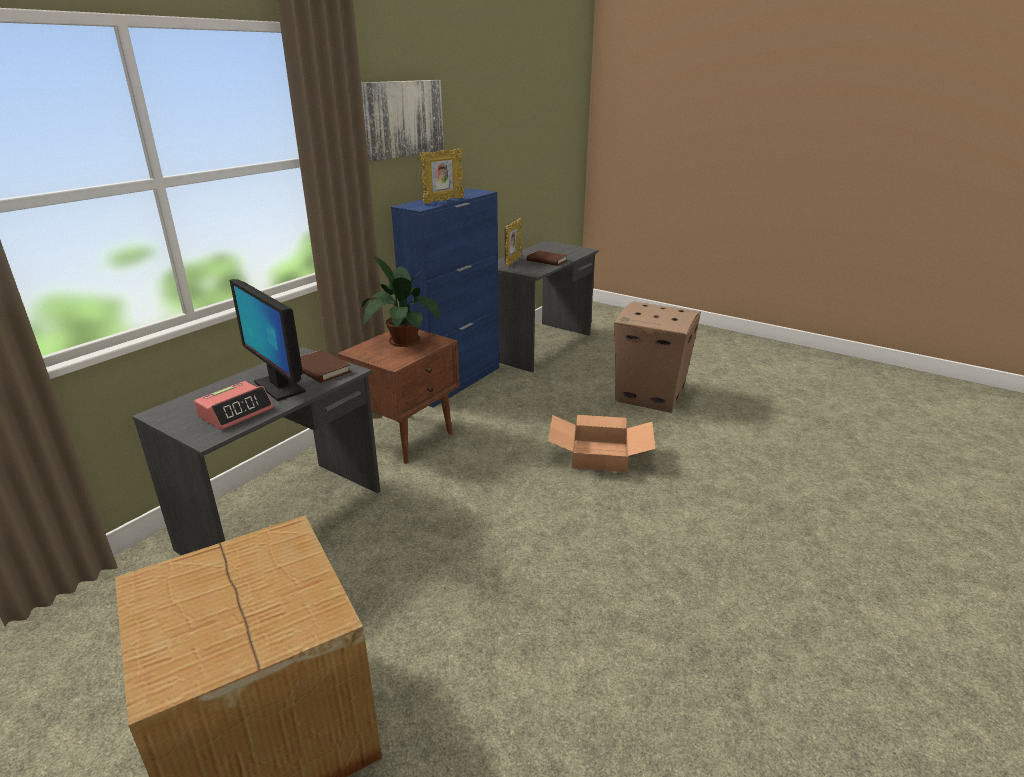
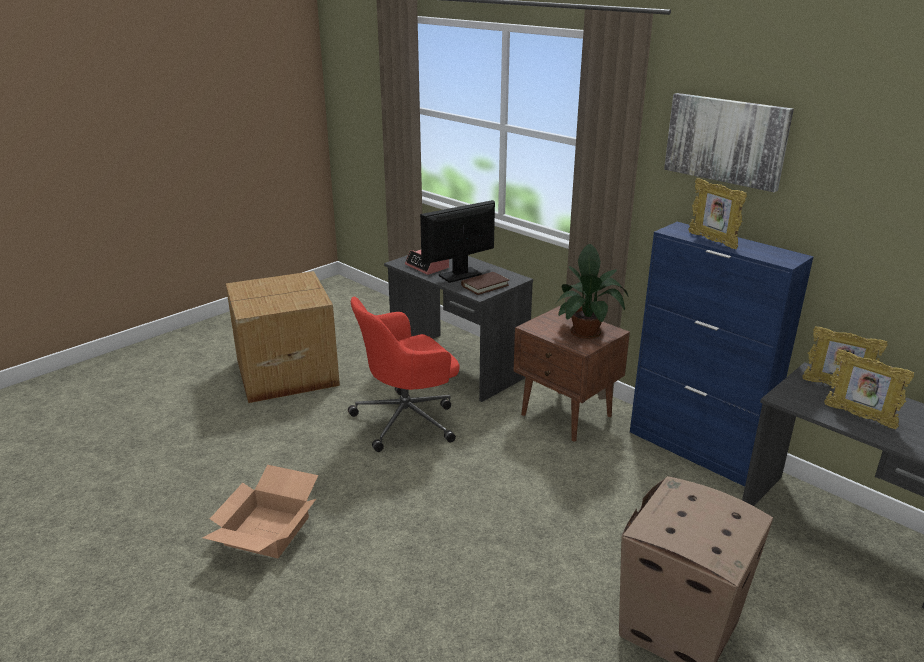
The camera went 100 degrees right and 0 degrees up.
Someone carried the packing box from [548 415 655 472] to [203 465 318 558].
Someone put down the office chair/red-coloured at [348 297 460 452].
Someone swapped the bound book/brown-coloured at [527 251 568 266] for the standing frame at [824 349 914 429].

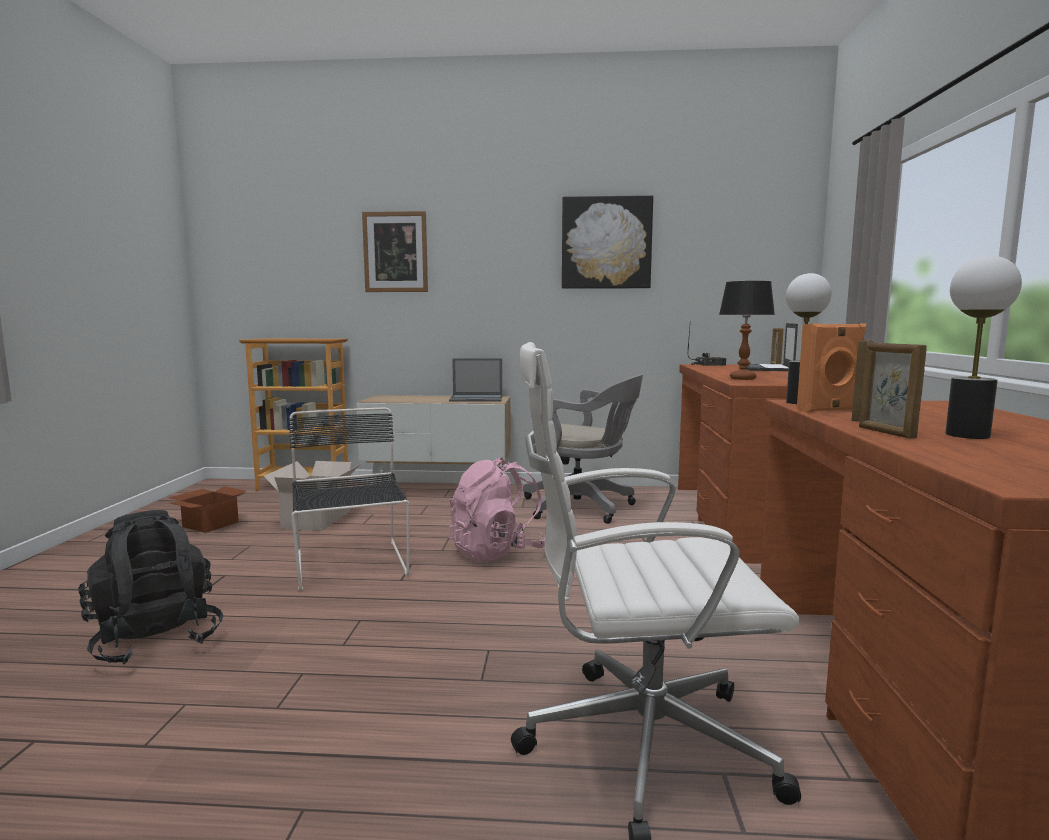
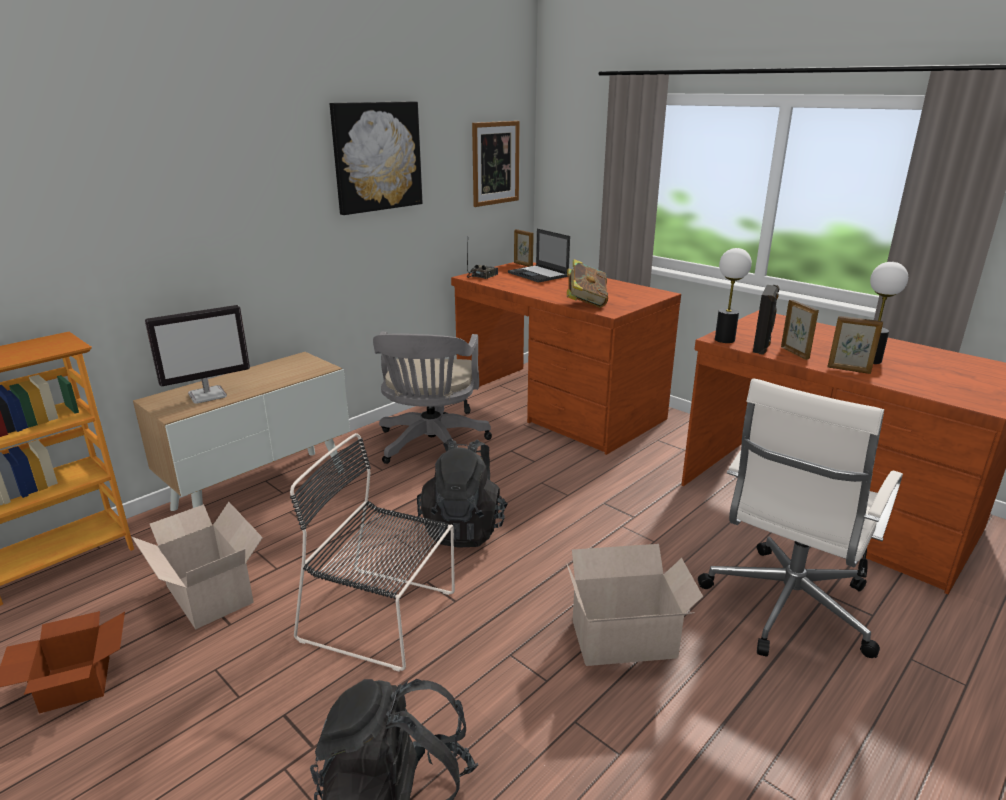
The camera went 50 degrees left and 15 degrees up.
Someone put down the computer screen at [145 305 250 404].
Someone rotated the office chair/gray at [523 374 643 524] by 120 degrees clockwise.
Someone repainted the knapsack/pink at [449 457 545 562], which became the knapsack/black-coloured at [417 438 508 548].
Someone carried the wall picture from [362 211 428 292] to [472 121 520 207].
Someone put down the packing box at [566 544 703 666].
Someone swapped the tabletop lamp at [719 281 775 380] for the bound book at [567 259 608 308].
Someone repainted the speaker/orangey at [797 323 866 412], which became the speaker/black-coloured at [753 285 779 355].
Someone took away the notebook computer at [449 358 502 402].

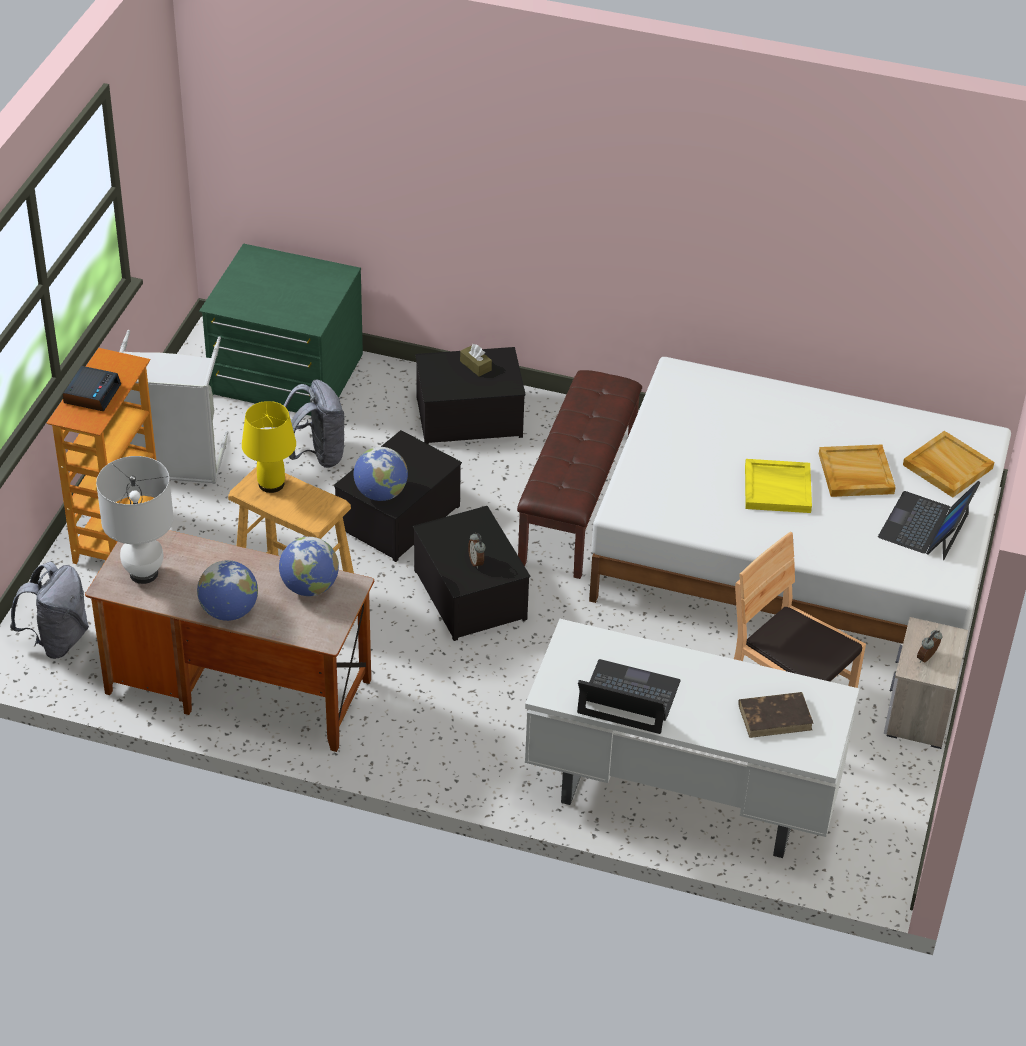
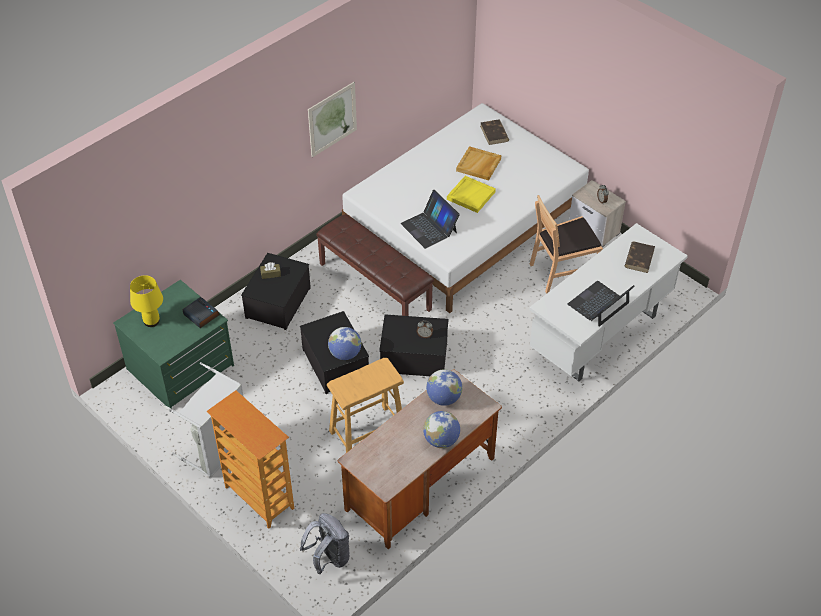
The camera went 60 degrees left and 5 degrees up.
Someone carried the tabletop lamp/yellowish from [242 401 296 493] to [130 275 163 327].
Someone carried the bedside clock from [62 366 121 411] to [183 297 220 328].
Someone put up the wall picture at [308 82 357 157].
Someone carried the notebook computer from [878 481 981 560] to [401 190 460 249].
Someone swapped the carrying tray/beige at [903 431 994 497] for the bound book/brown-coloured at [480 119 509 145].
Someone took away the tabletop lamp/white at [96 456 174 584].
Someone took away the knapsack/gray at [284 380 345 468].

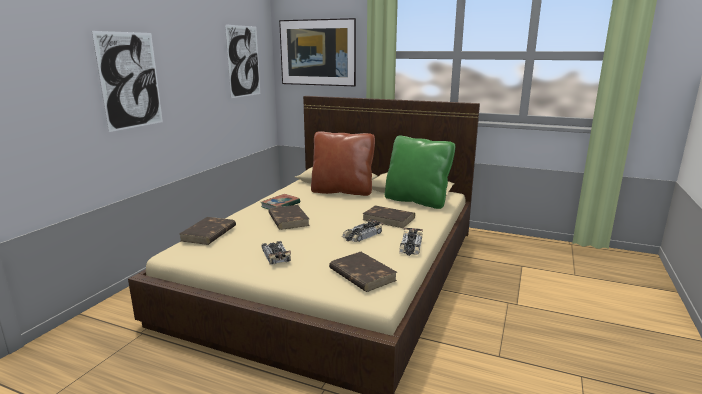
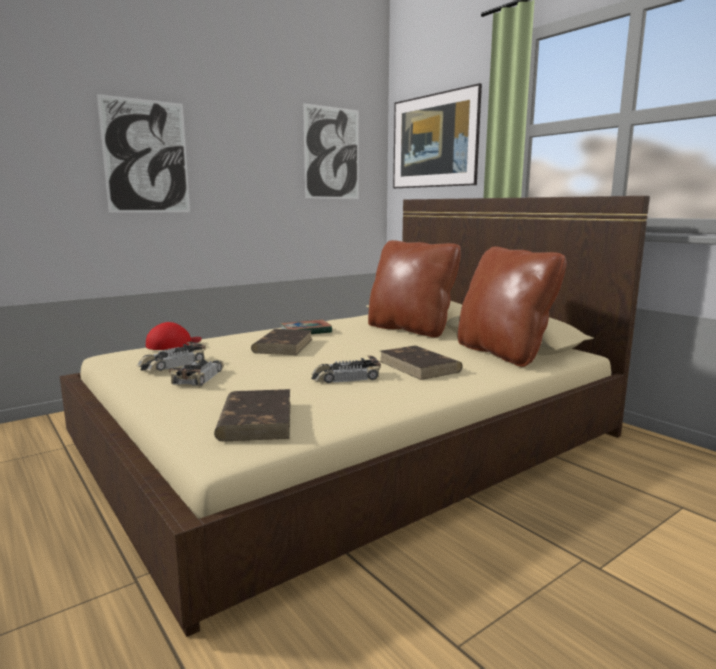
The camera went 30 degrees right and 5 degrees down.
Someone carried the model car from [399 228 423 256] to [136 341 206 371].
Someone swapped the bound book/brown-coloured at [179 217 236 245] for the cap/red-coloured at [146 322 202 350].
Someone repainted the throw pillow/greenish at [385 136 455 209], which became the throw pillow/brown-coloured at [457 246 567 367].

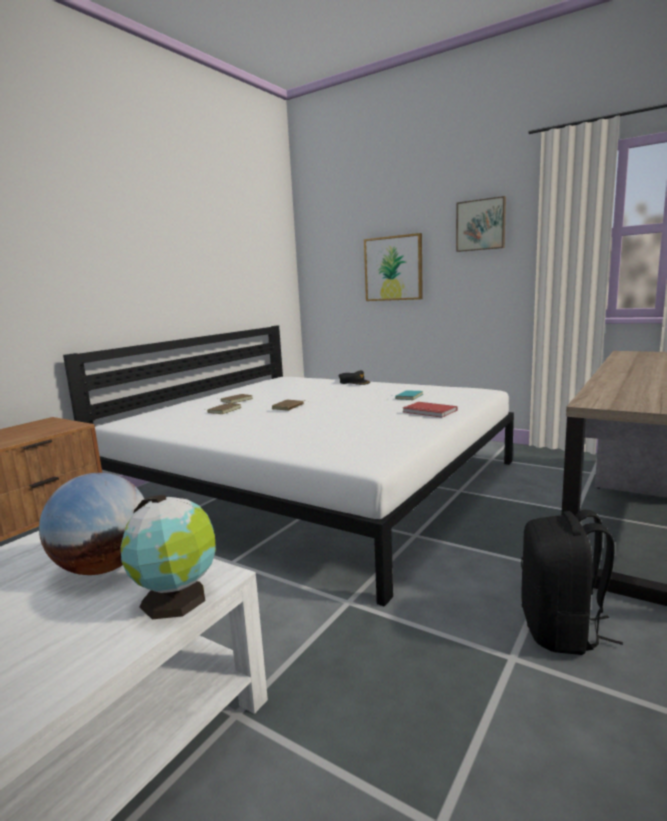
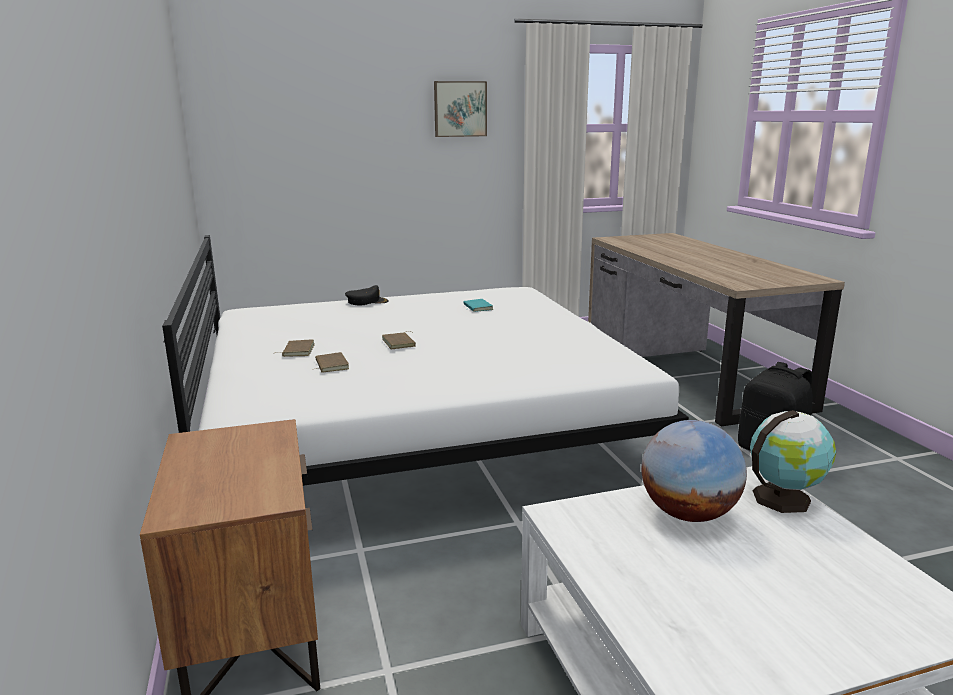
The camera went 50 degrees left and 5 degrees up.
Someone took away the wall picture at [364 233 423 301].
Someone took away the bound book/red-coloured at [403 402 458 418].

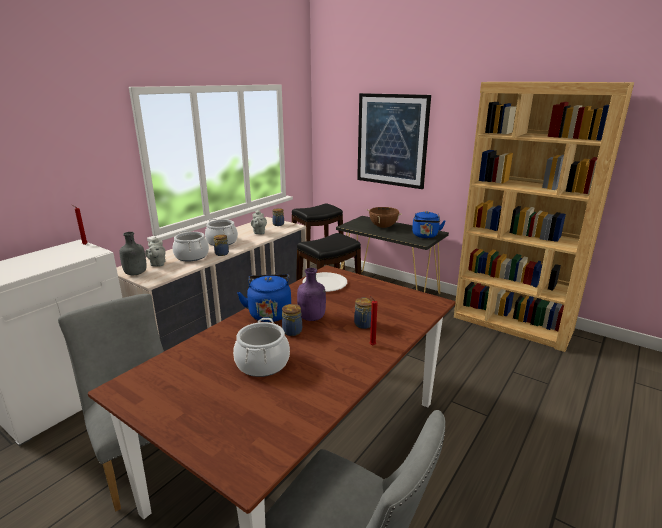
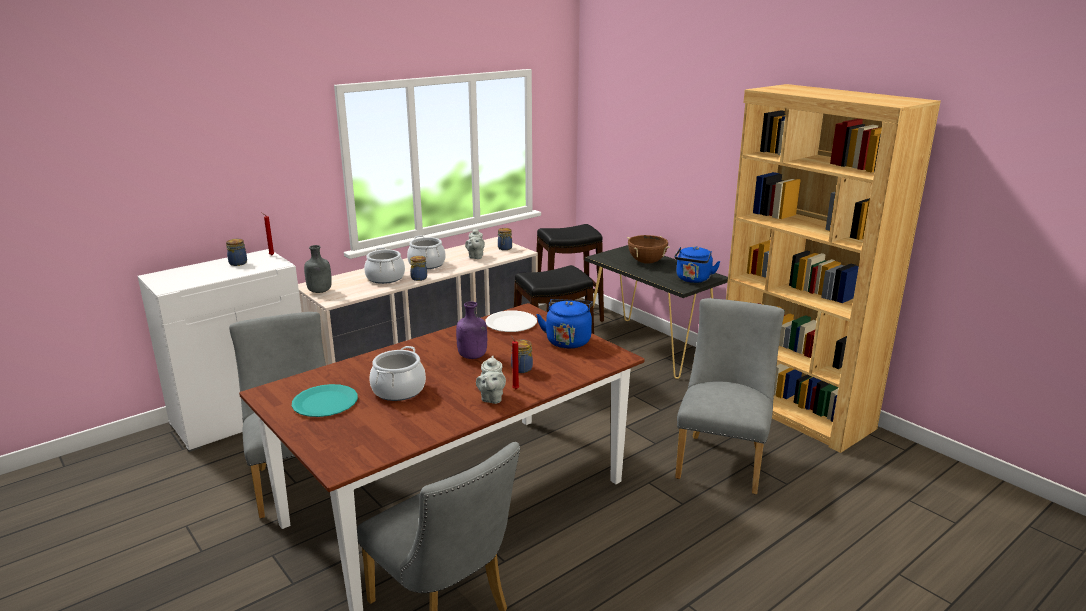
The camera went 15 degrees right and 0 degrees up.
Someone carried the storage jar from [282 304 302 336] to [226 239 247 266].
Someone put down the plate/turquoise-coloured at [292 384 358 417].
Someone carried the teapot/gray from [145 236 166 267] to [476 356 506 404].
Someone carried the kettle/blue-coloured from [237 274 291 322] to [536 299 593 349].
Someone put down the chair/gray at [675 298 785 494].
Someone took away the wall picture at [357 93 431 189].

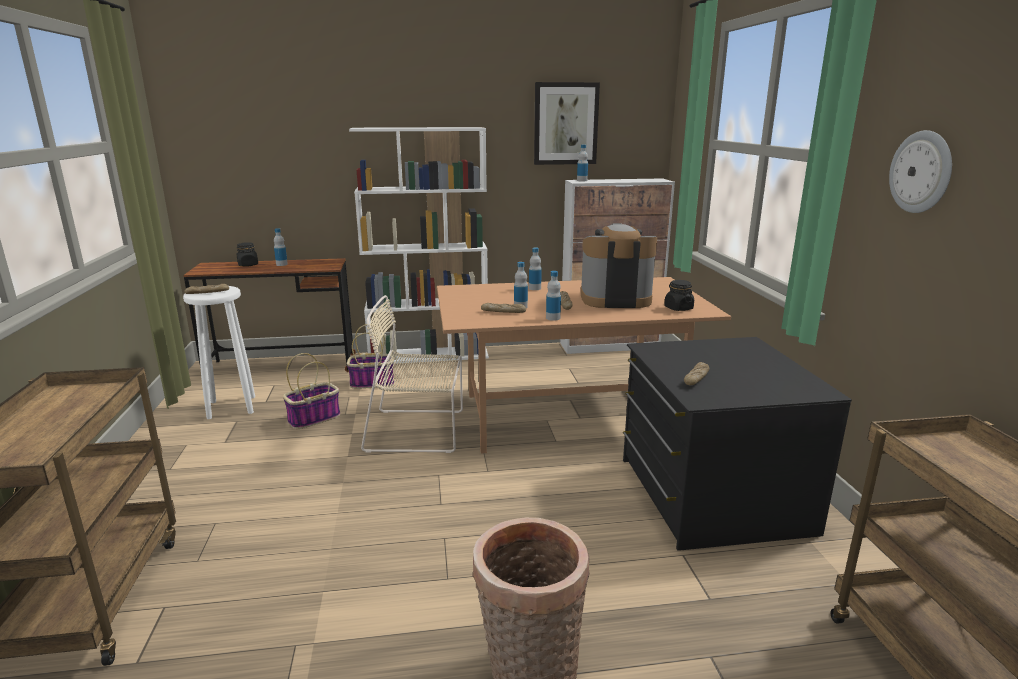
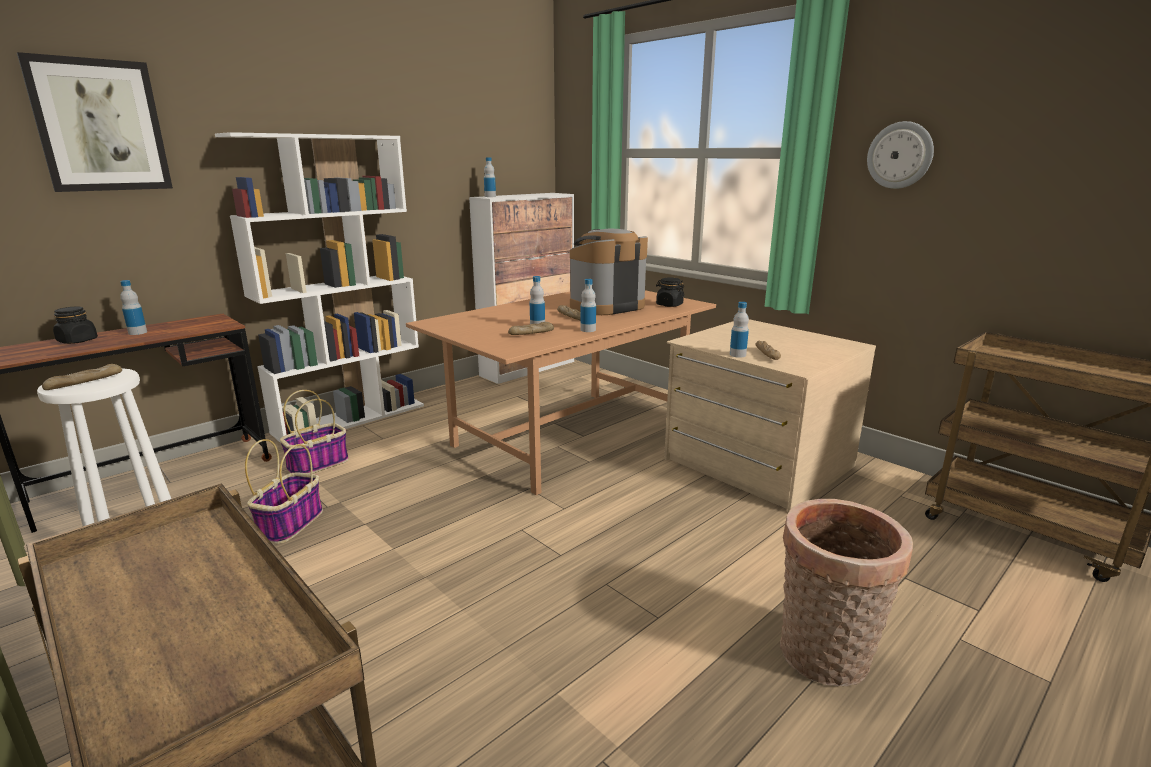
The camera went 35 degrees left and 0 degrees up.
Someone carried the wall picture from [534 82 600 165] to [17 52 173 192].
Someone repainted the chest of drawers/black-coloured at [623 337 852 551], which became the chest of drawers/beige at [664 319 876 512].
Someone carried the drink bottle from [529 247 542 290] to [730 302 749 358].
Someone took away the chair/beige at [361 295 463 453].

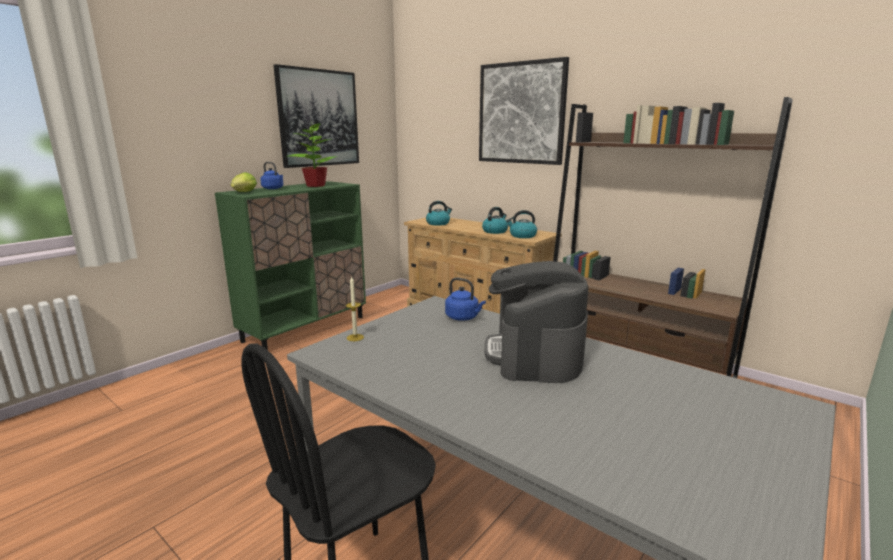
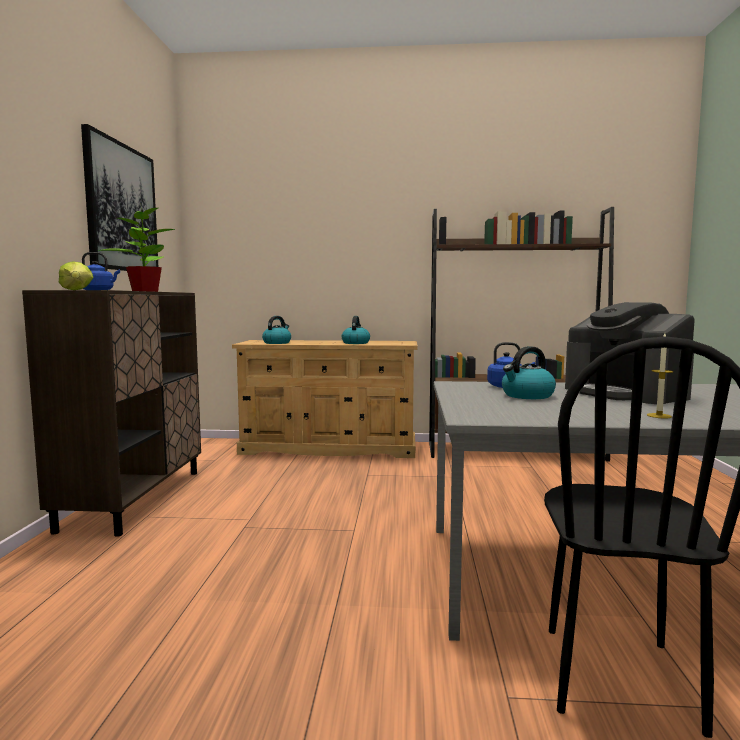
The camera went 35 degrees left and 10 degrees down.
Someone repainted the cabinet/greenish at [215 181 366 350], which became the cabinet/brown-coloured at [22 290 201 537].
Someone carried the kettle from [506 210 537 238] to [502 346 556 399].
Someone carried the wax light from [346 276 364 341] to [647 333 673 419].
Someone took away the wall picture at [479 57 569 165].

